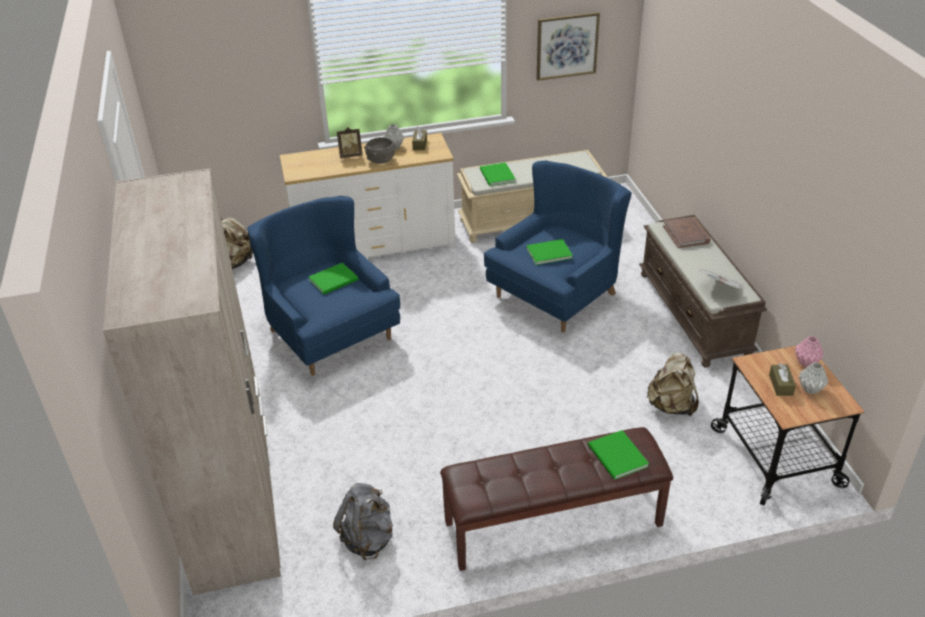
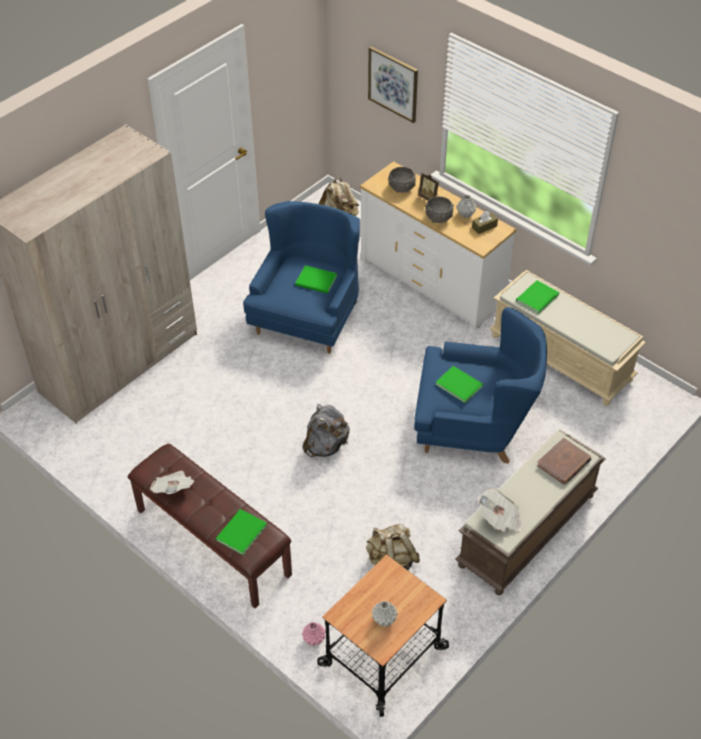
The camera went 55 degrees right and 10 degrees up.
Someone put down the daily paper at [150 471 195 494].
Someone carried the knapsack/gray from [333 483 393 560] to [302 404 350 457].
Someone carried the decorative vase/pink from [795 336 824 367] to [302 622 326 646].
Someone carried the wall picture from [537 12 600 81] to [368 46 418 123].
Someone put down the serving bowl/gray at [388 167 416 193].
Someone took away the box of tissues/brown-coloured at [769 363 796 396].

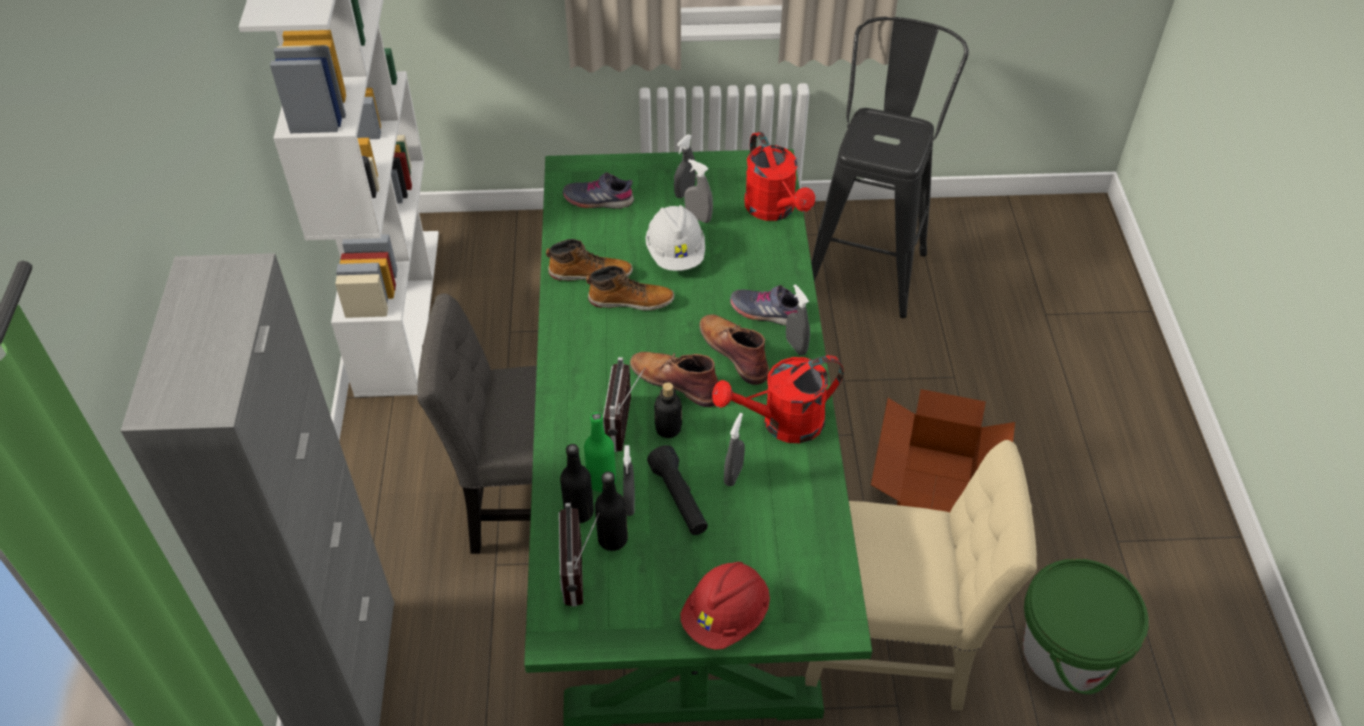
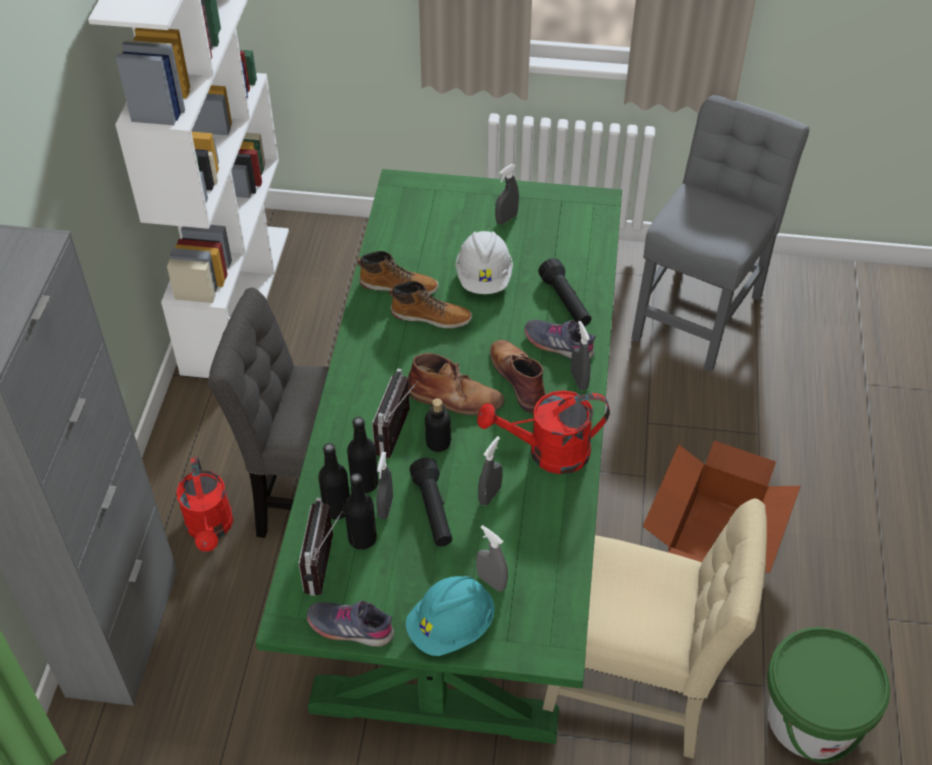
The camera went 10 degrees right and 0 degrees up.
Someone carried the watering pot/red-coloured from [744 132 815 221] to [176 457 233 552].
Someone carried the shoe/gray from [563 172 634 209] to [307 601 394 647].
Someone repainted the drink bottle/greenish at [584 412 616 492], which became the drink bottle/black-coloured at [347 417 378 493].
Someone repainted the hard hat/red-coloured at [680 562 770 650], which became the hard hat/turquoise-coloured at [405 576 495 656].
Someone rotated the tall boot/brown-coloured at [630 352 718 407] by 150 degrees clockwise.
Someone carried the sprayer/gray from [685 159 713 223] to [476 525 508 591].
Someone put down the hand torch/black-coloured at [538 258 591 326].
Someone swapped the stool seat/black-coloured at [811 17 969 318] for the chair/gray at [631 95 809 371].

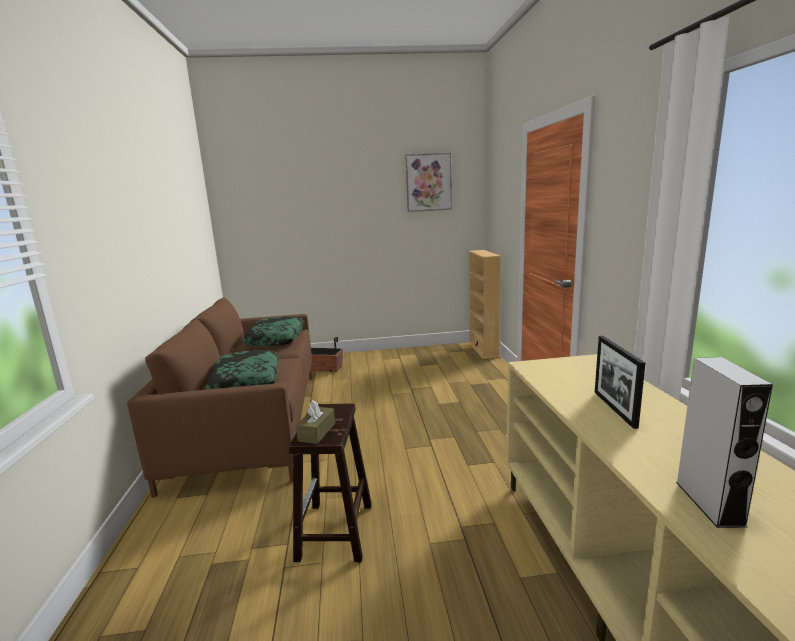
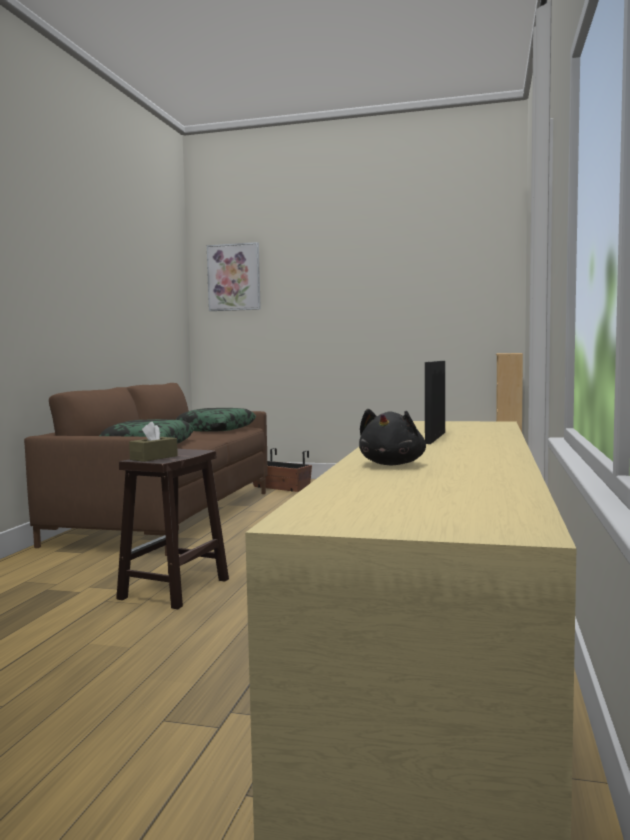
The camera went 20 degrees right and 10 degrees down.
Someone carried the wall picture from [405 153 452 212] to [207 242 261 311].
Someone swapped the speaker/gray at [676 357 773 528] for the plush toy/black-coloured at [359 409 426 465].

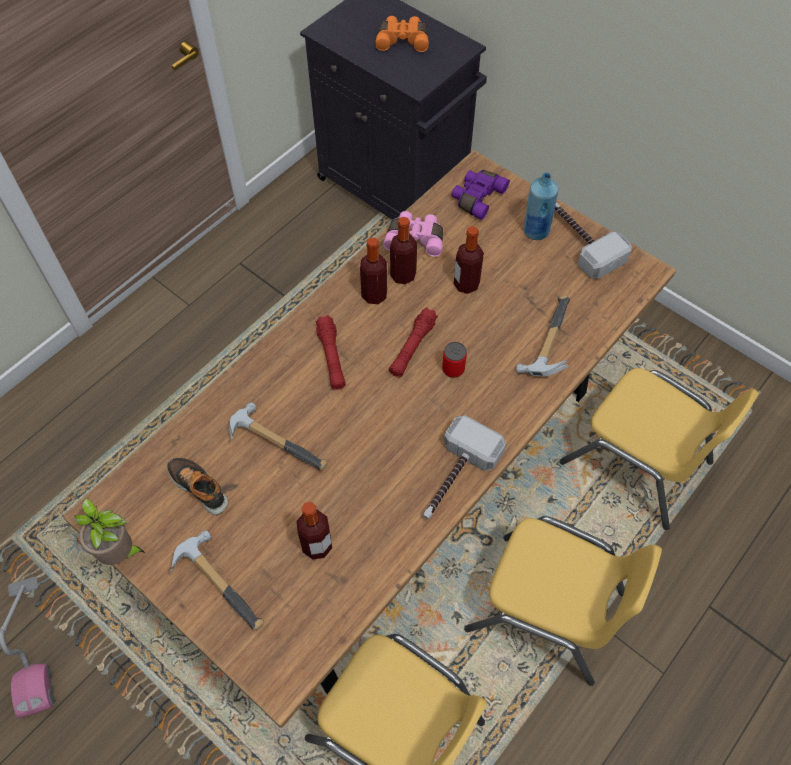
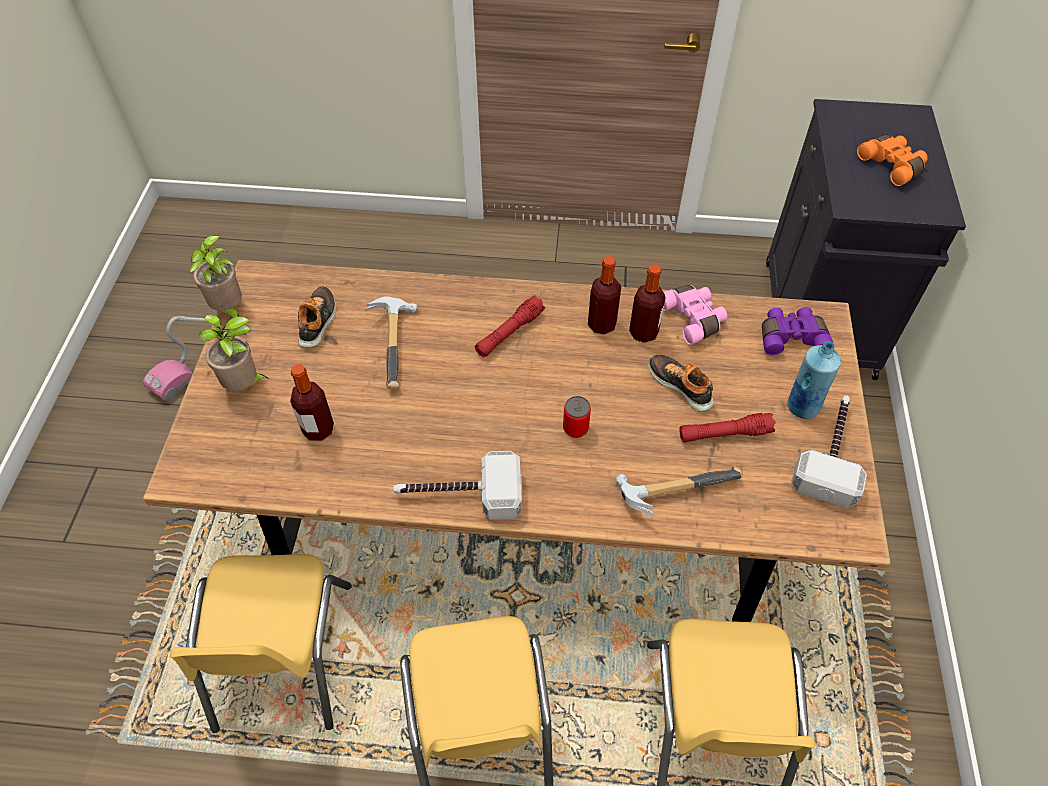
The camera went 55 degrees right and 5 degrees down.
Someone swapped the hand hammer at [170 530 264 631] for the potted plant at [199 315 269 391].
Someone swapped the drink bottle at [454 226 484 294] for the shoe at [648 354 714 412].
Someone carried the hand torch/red-coloured from [389 307 438 377] to [680 413 776 443].

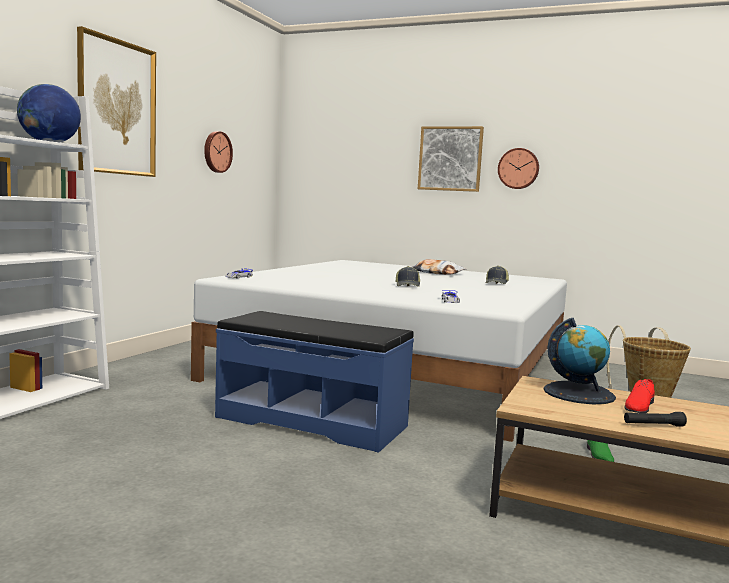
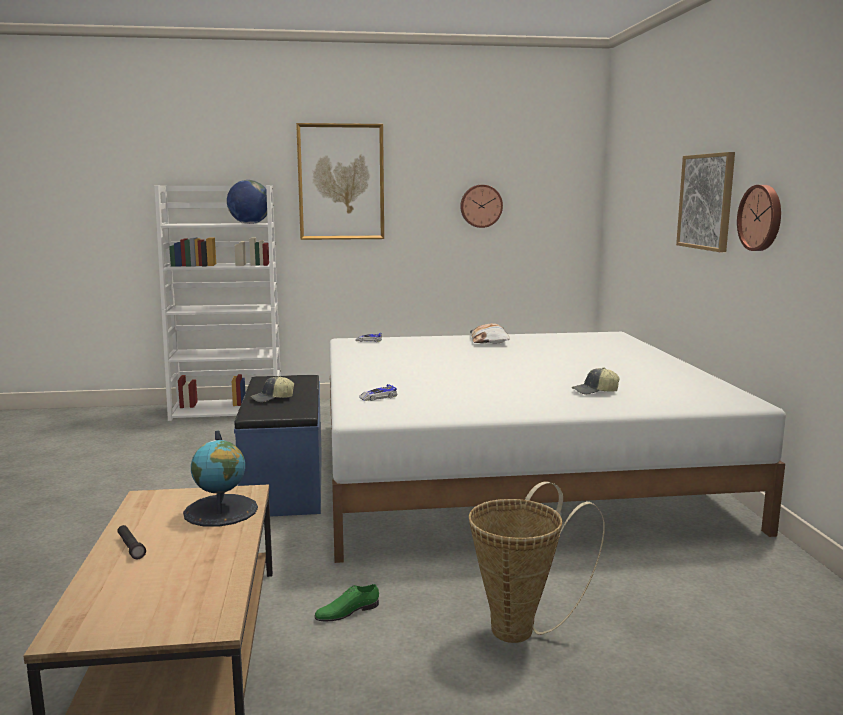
The camera went 60 degrees right and 5 degrees up.
Someone carried the cap from [396 266 420 287] to [250 376 294 402].
Someone carried the throw pillow from [412 259 467 275] to [470 323 510 344].
Someone took away the shoe/red-coloured at [624 379 655 413].

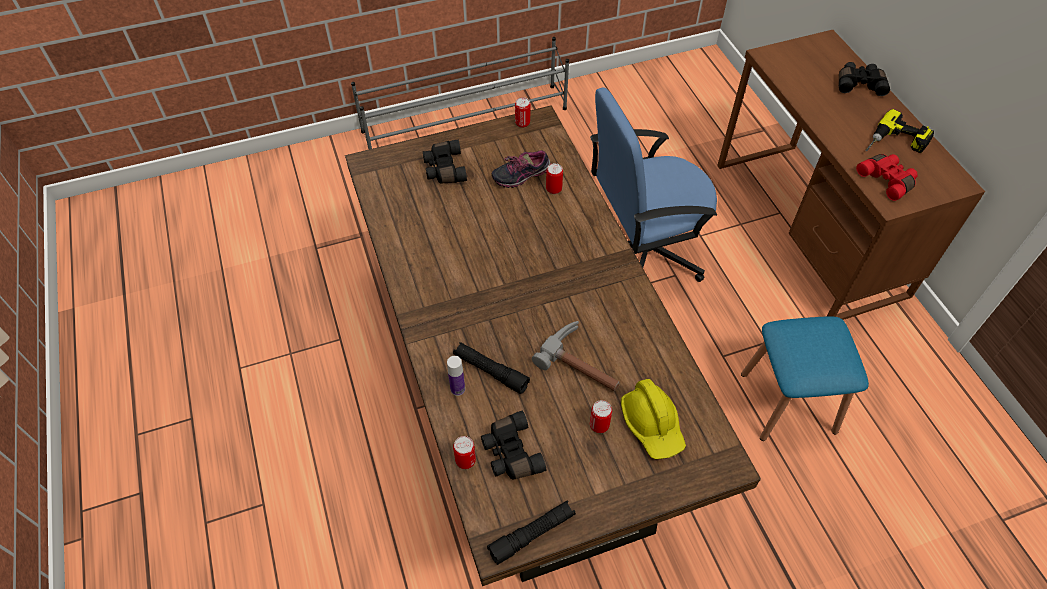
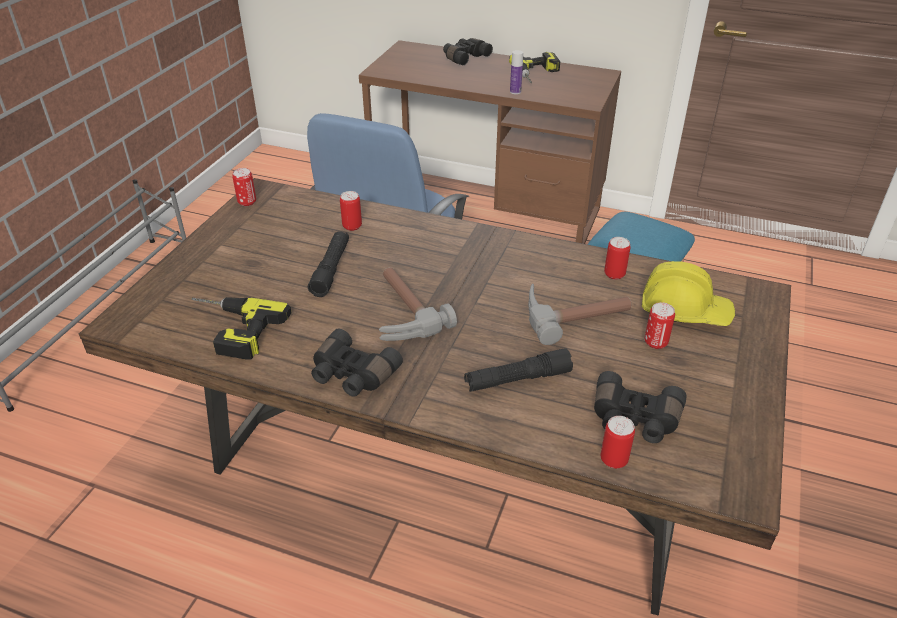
The camera went 50 degrees left and 15 degrees down.
Someone put down the drill at [191 297 292 360].
Someone carried the hand torch/black-coloured from [487 500 576 565] to [308 232 349 297].
Someone carried the field glasses/black-coloured from [423 140 467 183] to [311 329 403 397].
Someone put down the hand hammer at [379 267 457 341].
Someone carried the drink bottle from [447 356 465 396] to [510 50 523 94].
Someone put down the metal can at [604 237 631 280].
Someone took away the shoe at [492 150 551 188].
Someone took away the field glasses/red-coloured at [856 154 918 201].

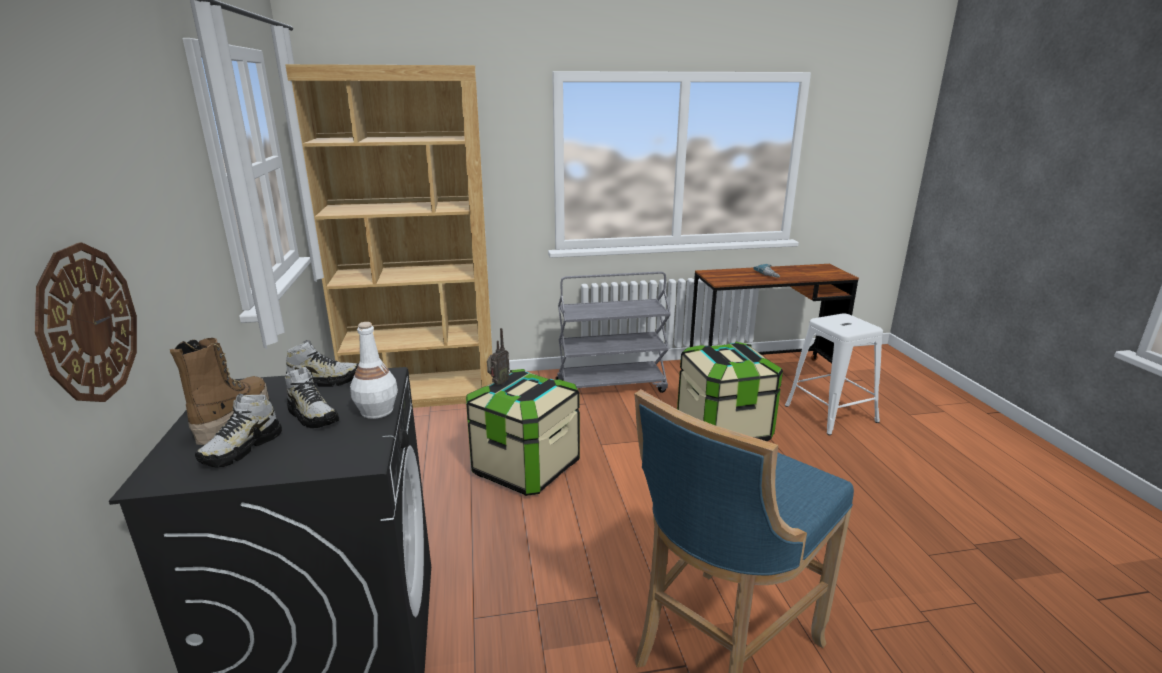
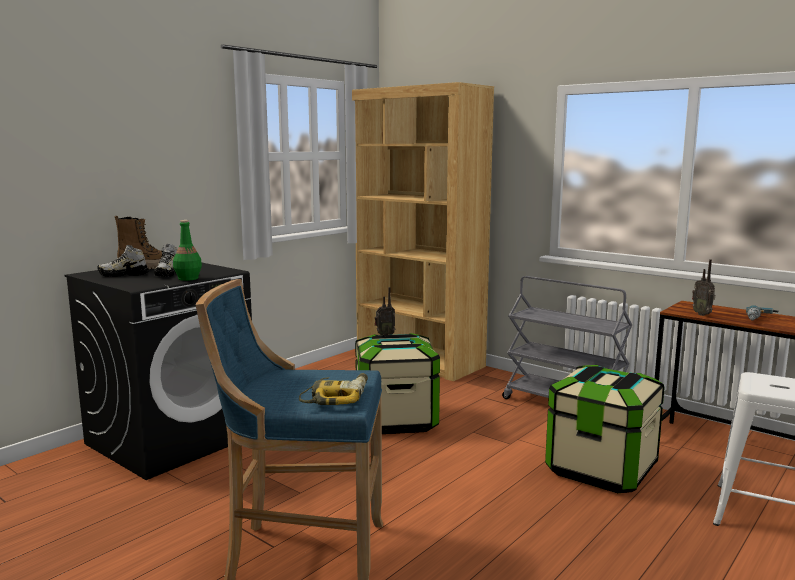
The camera went 50 degrees right and 10 degrees down.
Someone repainted the drink bottle/white at [350 322 398 419], which became the drink bottle/greenish at [173 220 202 281].
Someone put down the drill at [299 373 368 405].
Someone put down the radio at [692 259 715 316].
Someone took away the wall clock at [35 242 137 402].
Someone took away the shoe at [286 340 358 387].

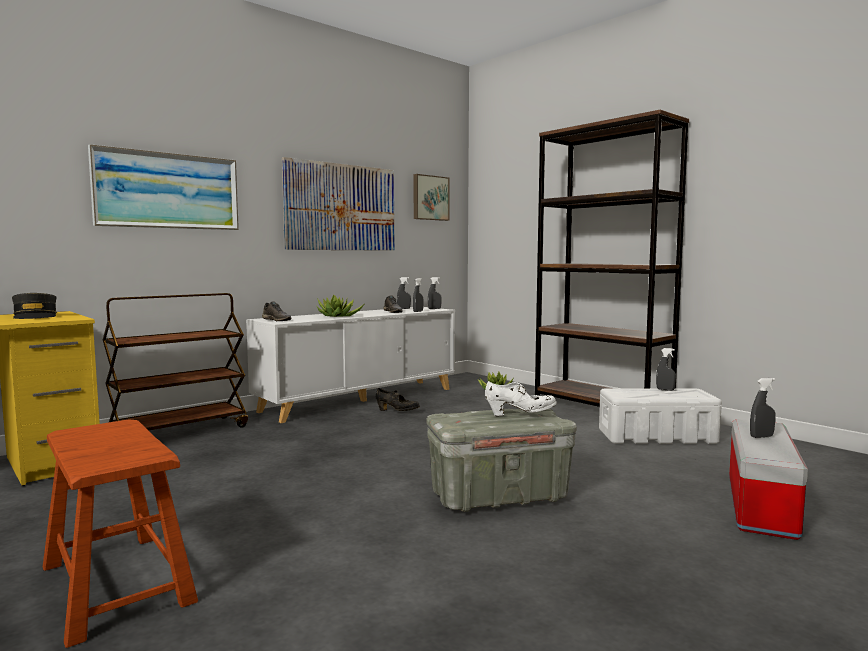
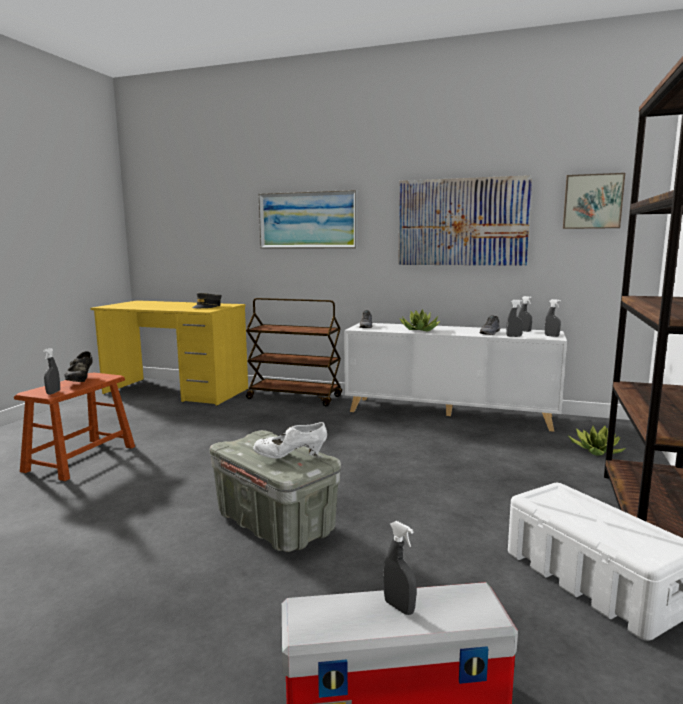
The camera went 60 degrees right and 5 degrees up.
Someone carried the sprayer/gray from [656 348 676 391] to [43 348 60 394].
Someone carried the shoe/black-coloured from [376 388 420 411] to [65 351 93 382].
Someone rotated the shoe/white at [485 381 557 416] by 120 degrees clockwise.

